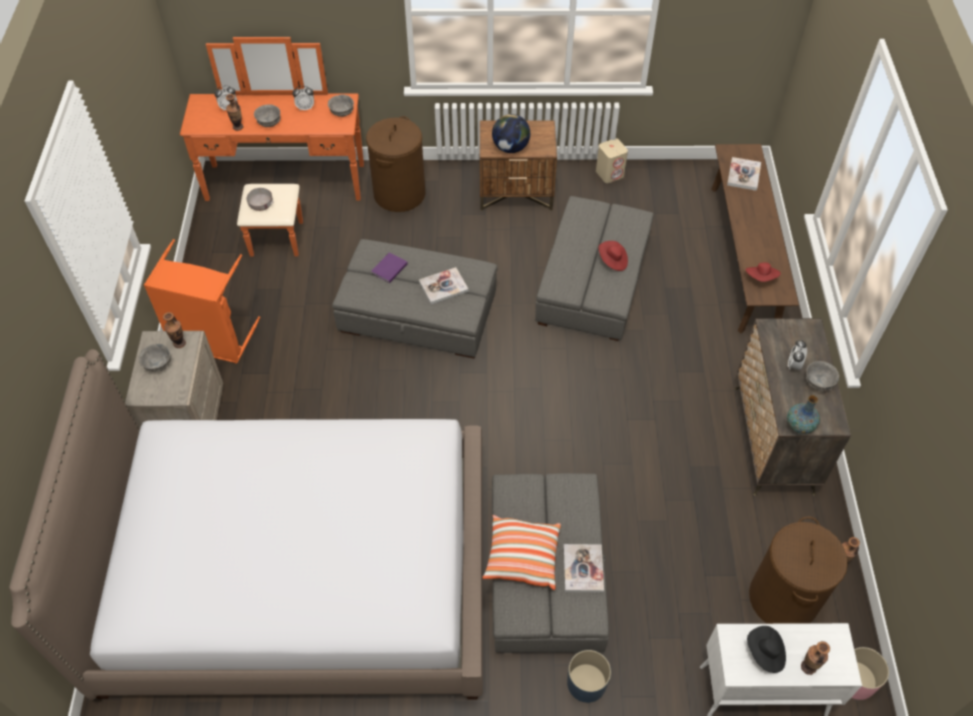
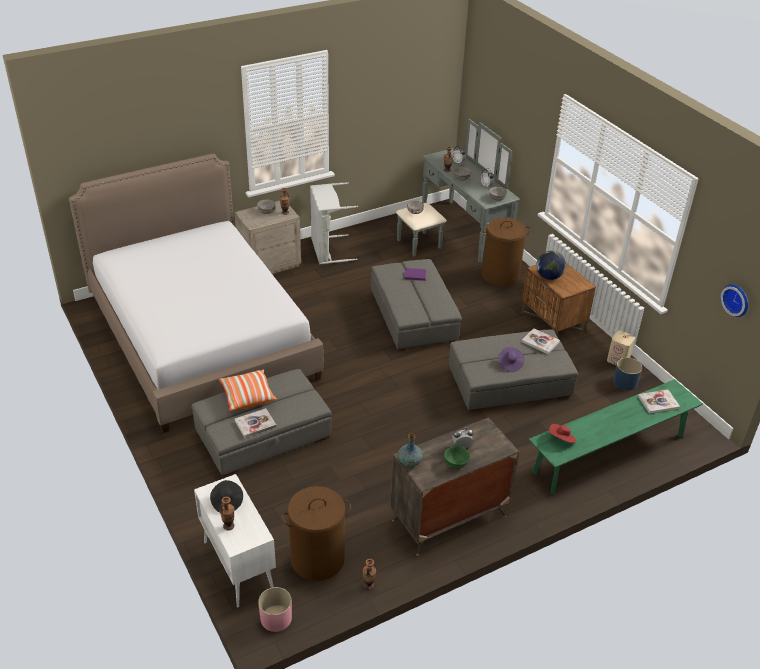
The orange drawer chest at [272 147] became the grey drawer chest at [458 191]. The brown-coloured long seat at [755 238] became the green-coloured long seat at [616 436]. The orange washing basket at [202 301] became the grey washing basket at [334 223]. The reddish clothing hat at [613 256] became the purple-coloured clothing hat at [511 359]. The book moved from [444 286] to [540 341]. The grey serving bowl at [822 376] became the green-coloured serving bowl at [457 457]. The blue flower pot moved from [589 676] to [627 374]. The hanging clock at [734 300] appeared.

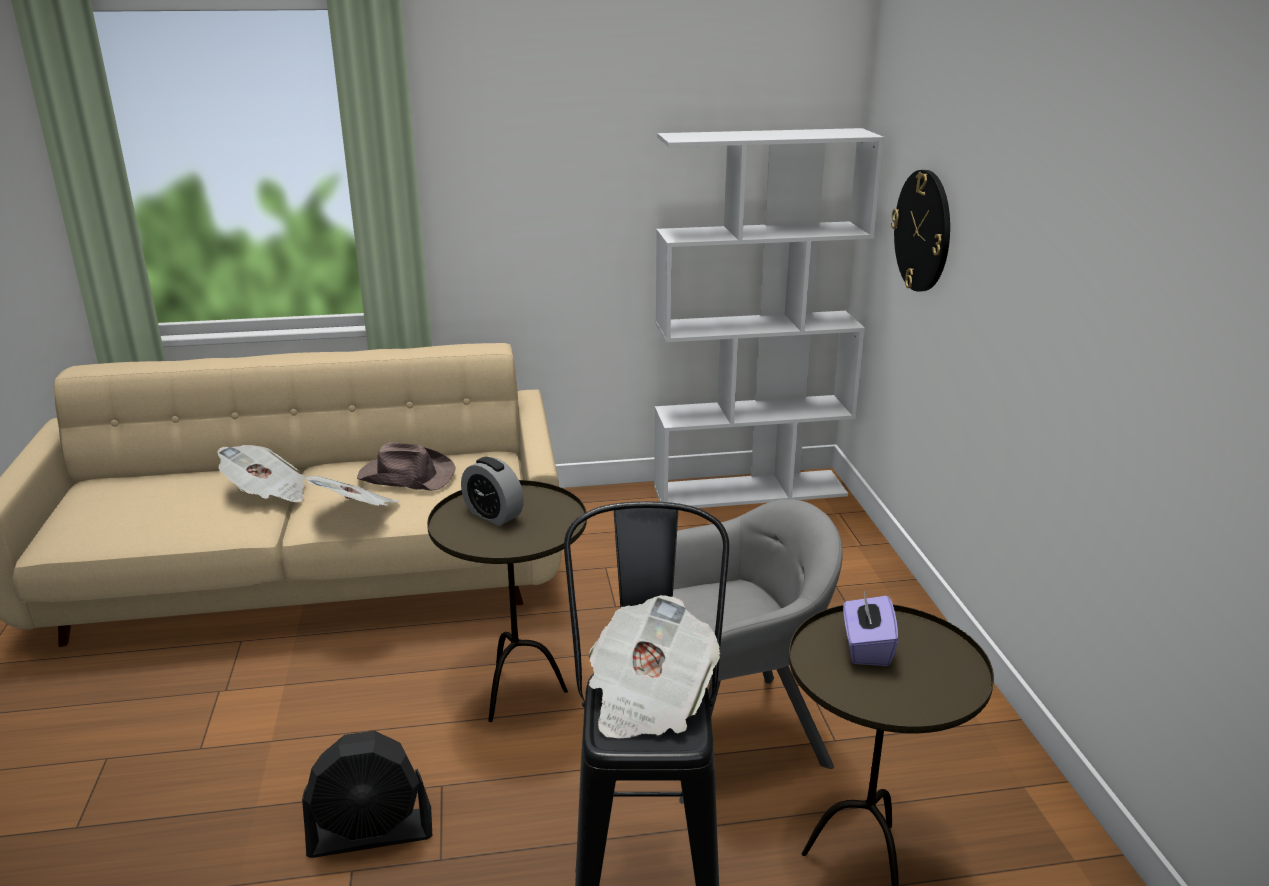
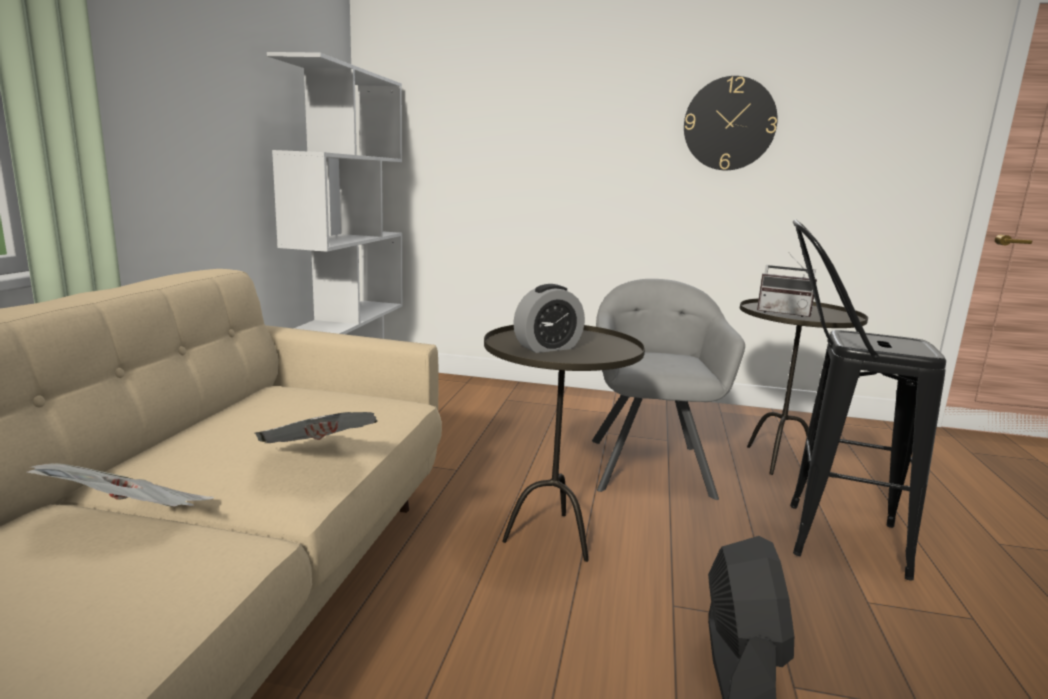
The hanging clock moved from [920 231] to [731 123]. The brown-coloured clothing hat at [406 466] disappeared. The purple-coloured tissue box at [870 628] was replaced by the radio set at [787 284]. The daily paper at [654 667] disappeared.

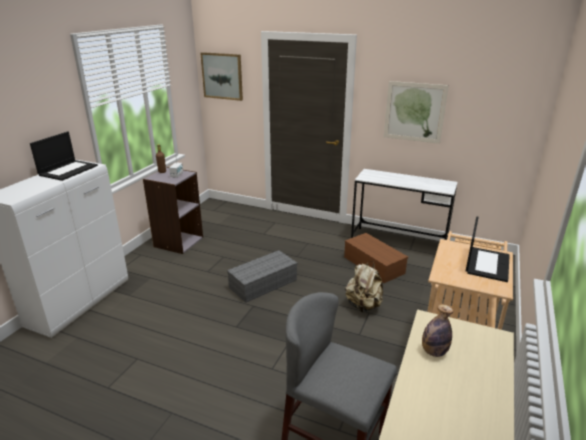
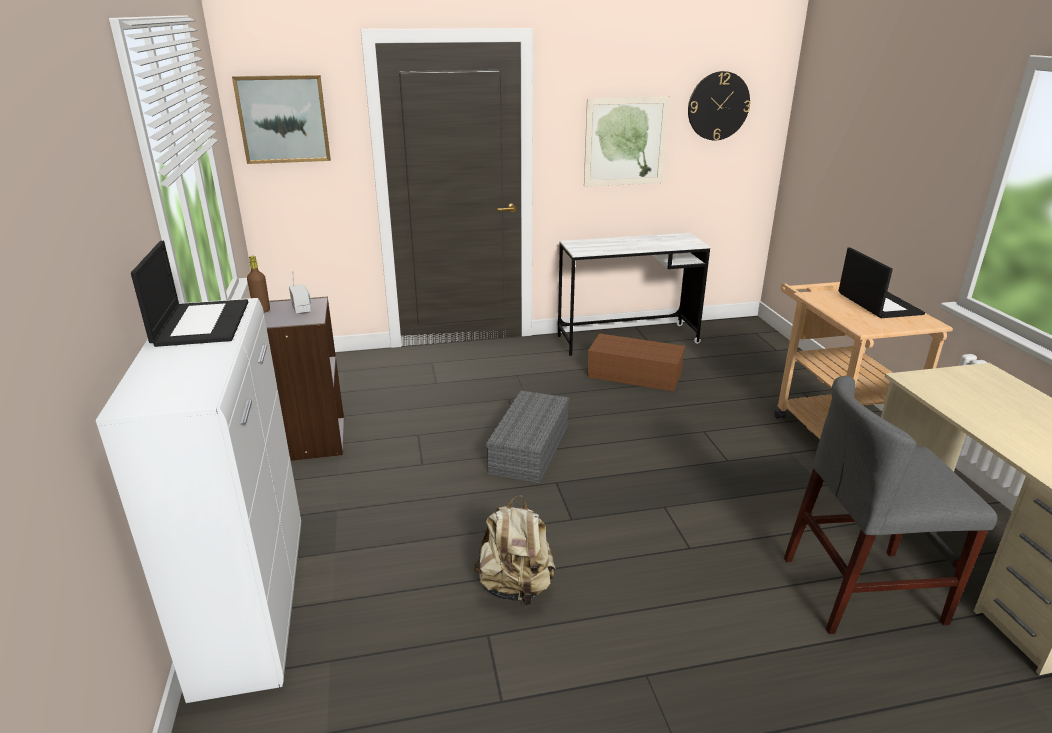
The beige backpack moved from [364 287] to [515 551]. The beverage bottle at [437 330] disappeared. The hanging clock at [719 105] appeared.

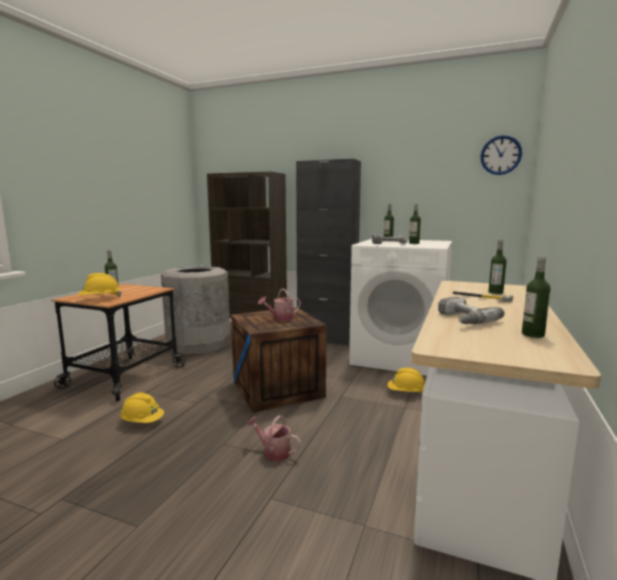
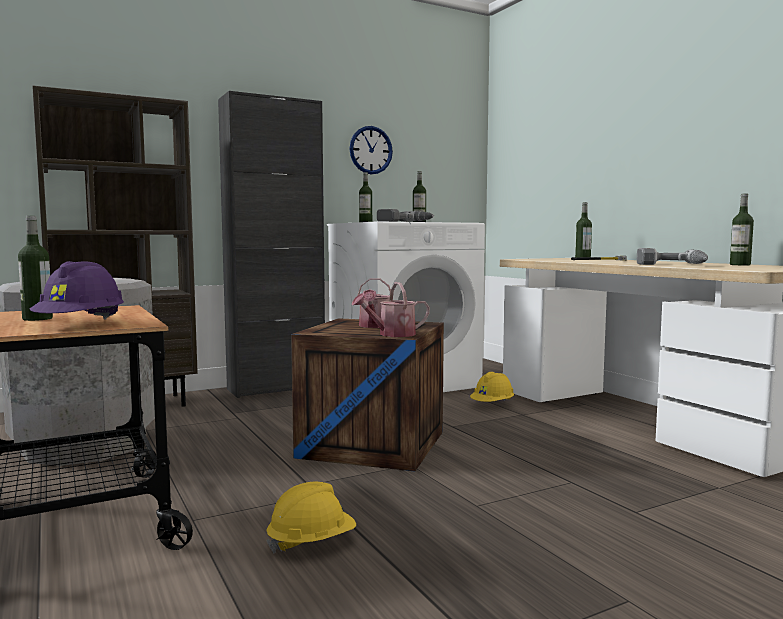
The hanging clock moved from [501 155] to [371 150]. The yellow hard hat at [100 285] became the purple-coloured hard hat at [77 290]. The watering can moved from [273 438] to [391 309].

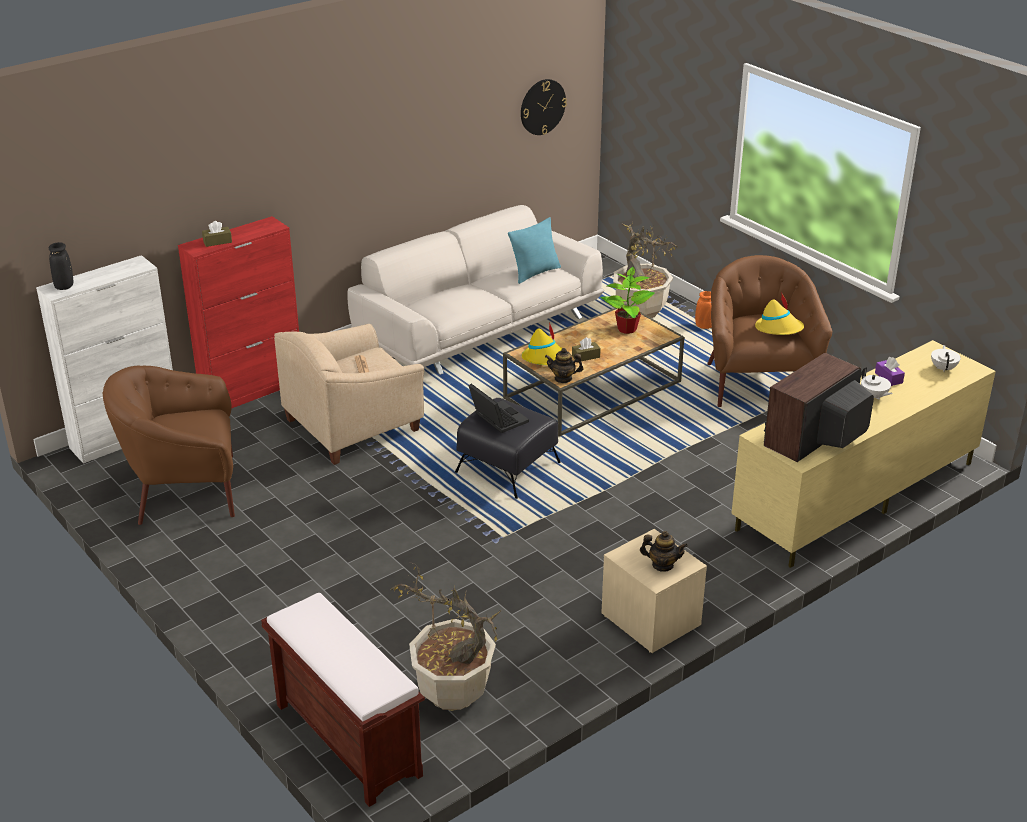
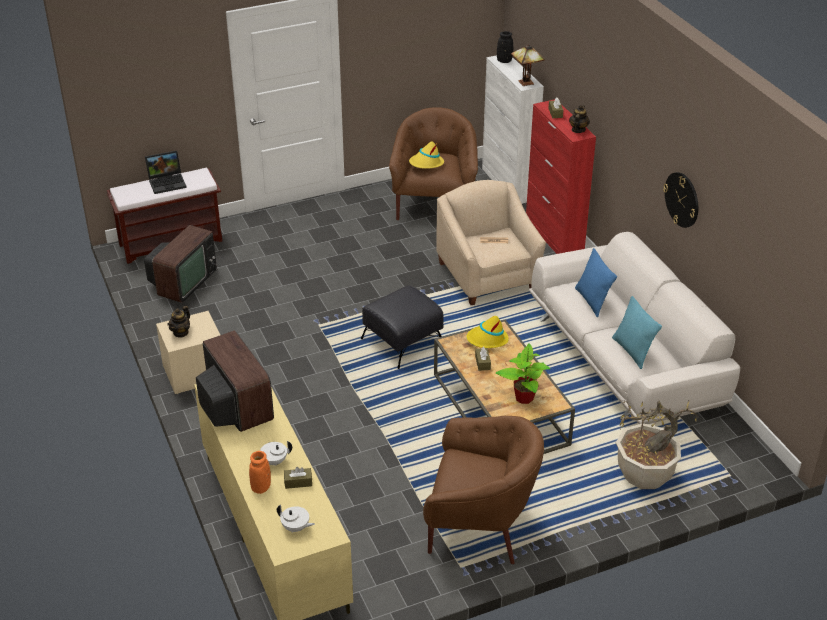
The hanging clock moved from [544 107] to [680 200]. The orange flower vase moved from [703 310] to [260 472]. The yellow clothing hat moved from [779 313] to [426 155]. The pot for tea moved from [564 365] to [579 119]. The purple-coloured tissue box at [890 371] became the brown-coloured tissue box at [298 478]. The laptop moved from [498 408] to [166 172]. The houseplant at [446 636] was replaced by the television at [180 264]. The tabletop lamp at [528 65] appeared. The blue throw pillow at [596 282] appeared.

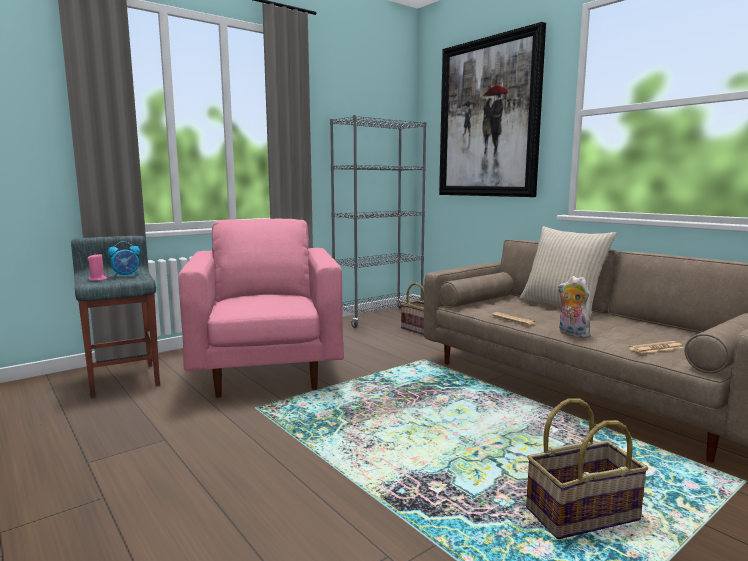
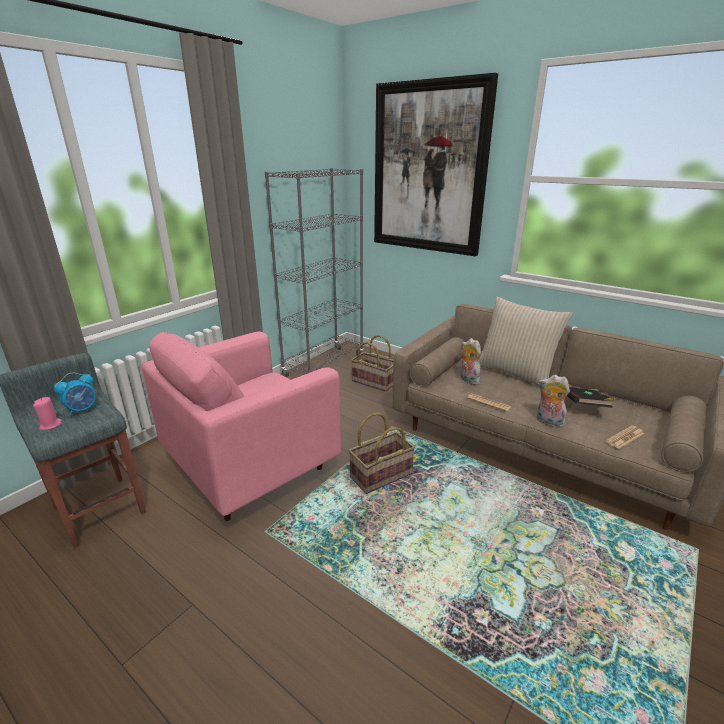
The pinkish armchair at [261 308] turned 105 degrees counterclockwise. The household basket moved from [587 468] to [382 453]. The soft toy at [470 361] appeared. The black book at [590 397] appeared.

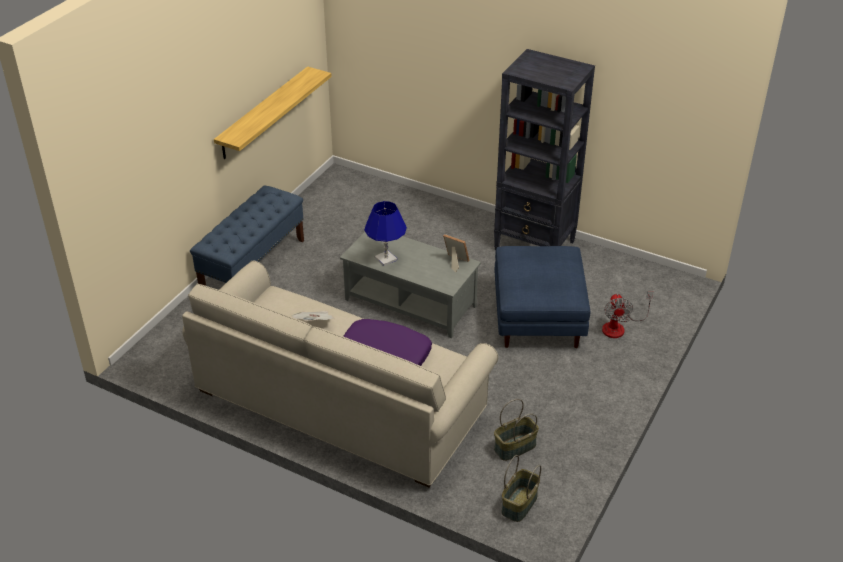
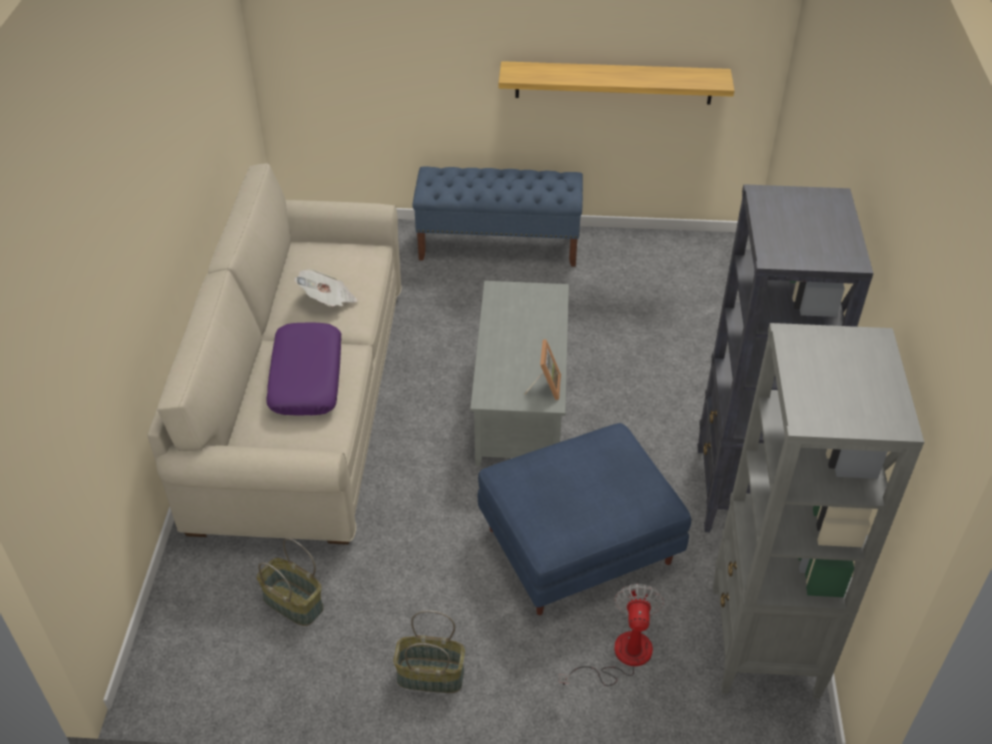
The blue tabletop lamp at [385 233] disappeared. The cooling fan at [627 315] turned 120 degrees clockwise. The household basket moved from [521 488] to [429 651]. The grey bookcase at [818 511] appeared.

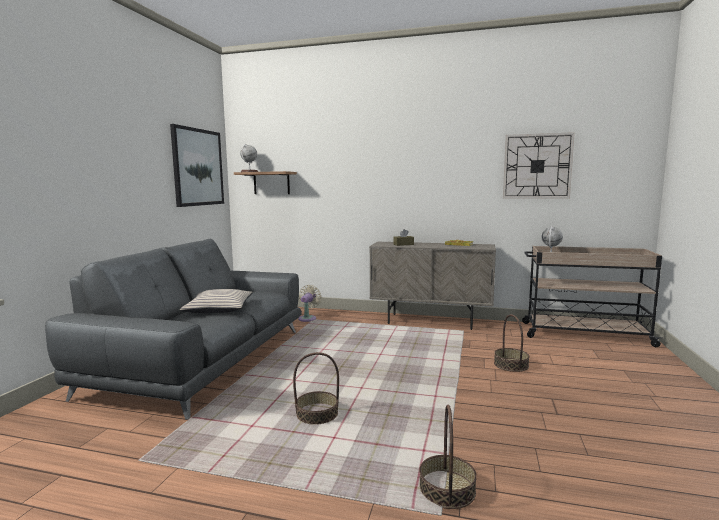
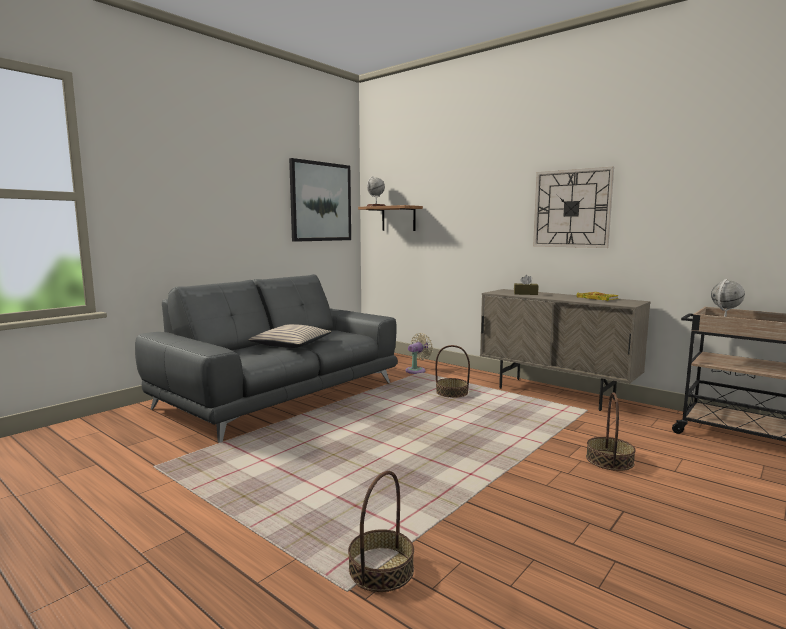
The hanging clock moved from [539 165] to [573 207]. The household basket moved from [316 388] to [452 371].

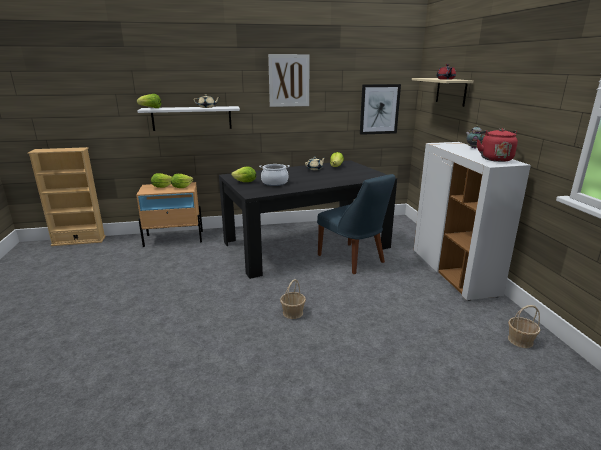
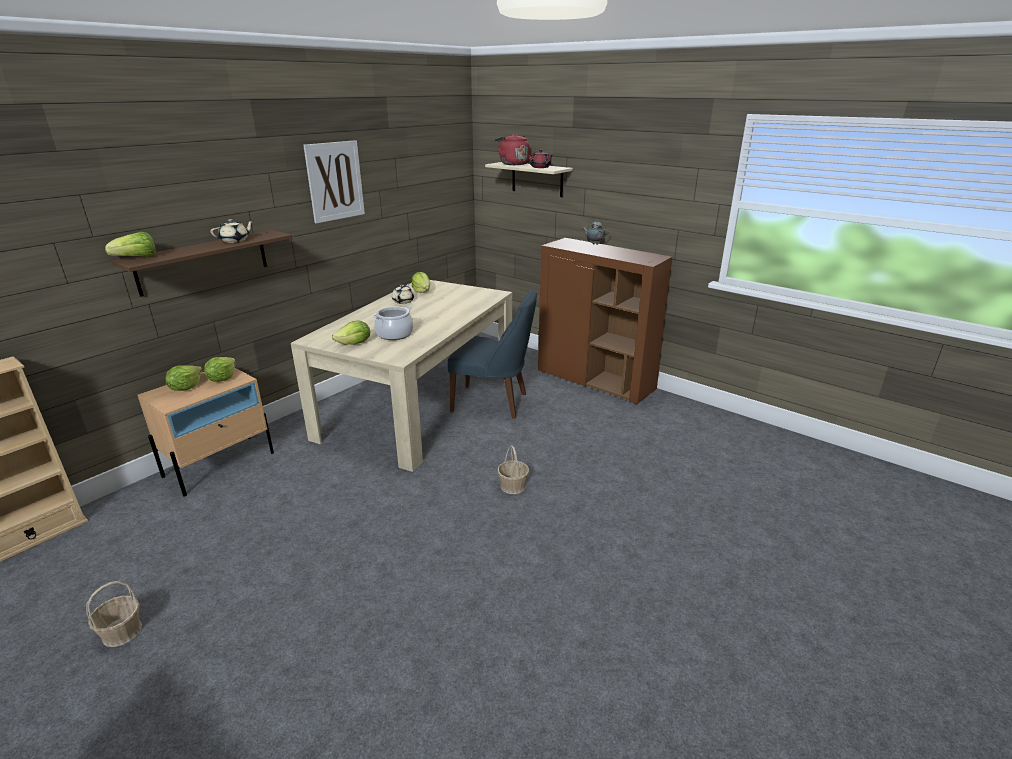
The wall picture at [380 109] disappeared. The white bracket shelf at [188 118] became the brown-coloured bracket shelf at [202 263]. The reddish water kettle moved from [497 145] to [512 149]. The white cabinet at [472 221] became the brown-coloured cabinet at [605 321]. The black dinner table at [308 219] became the beige dinner table at [401 376]. The household basket moved from [524 326] to [114 614].

